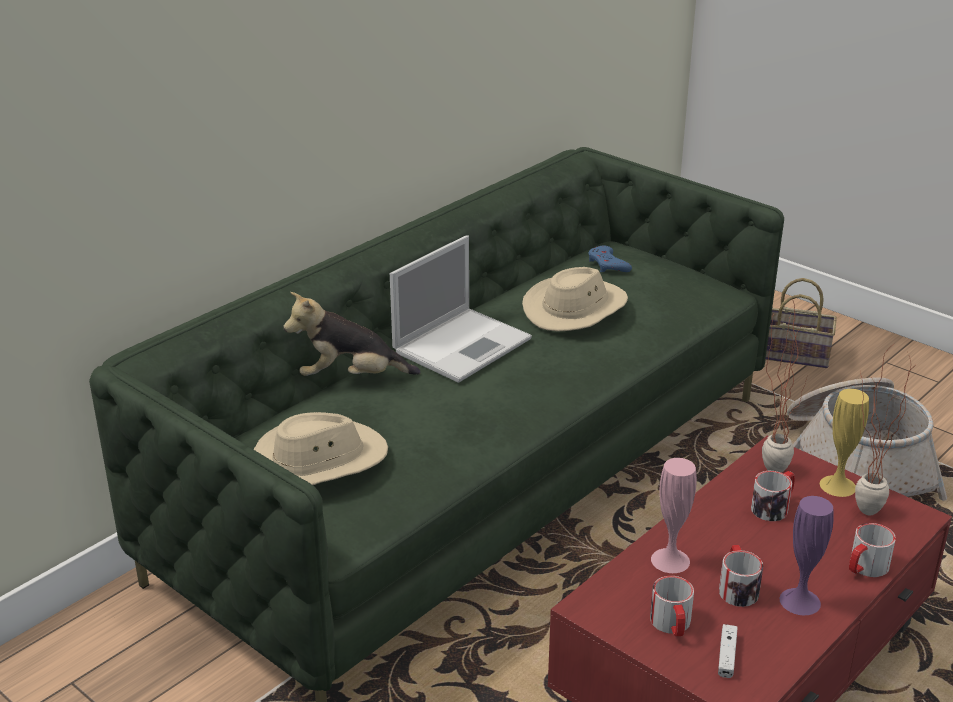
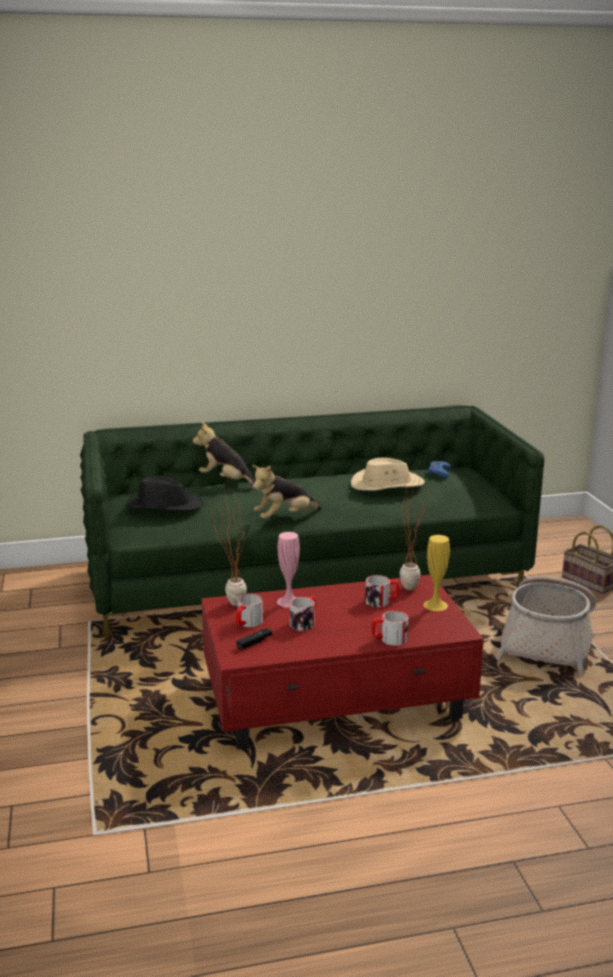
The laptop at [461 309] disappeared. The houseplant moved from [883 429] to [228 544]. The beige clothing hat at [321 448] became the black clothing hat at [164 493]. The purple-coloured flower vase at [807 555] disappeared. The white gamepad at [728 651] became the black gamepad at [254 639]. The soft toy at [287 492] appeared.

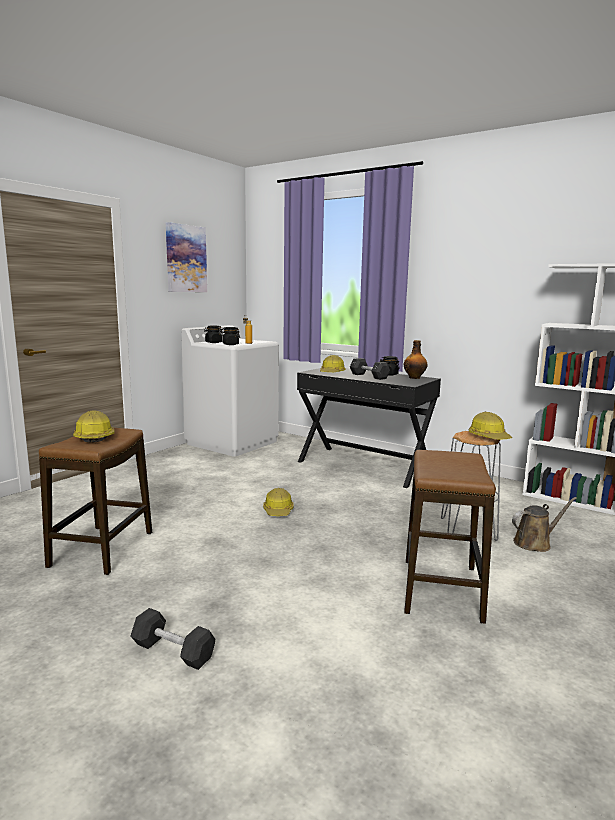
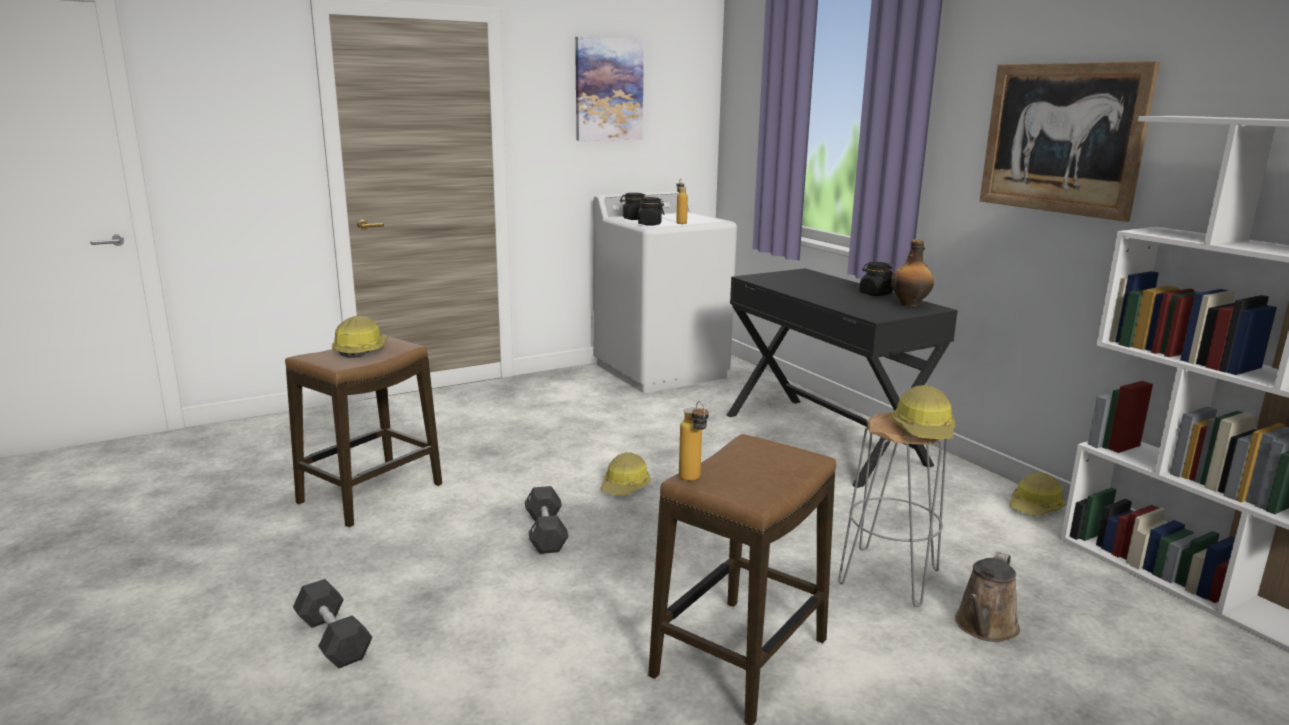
The hard hat moved from [333 363] to [1037 494]. The black hand weight moved from [370 369] to [547 520]. The brown-coloured watering can at [544 524] turned 120 degrees clockwise. The wall picture at [1070 141] appeared. The beverage bottle at [694 441] appeared.

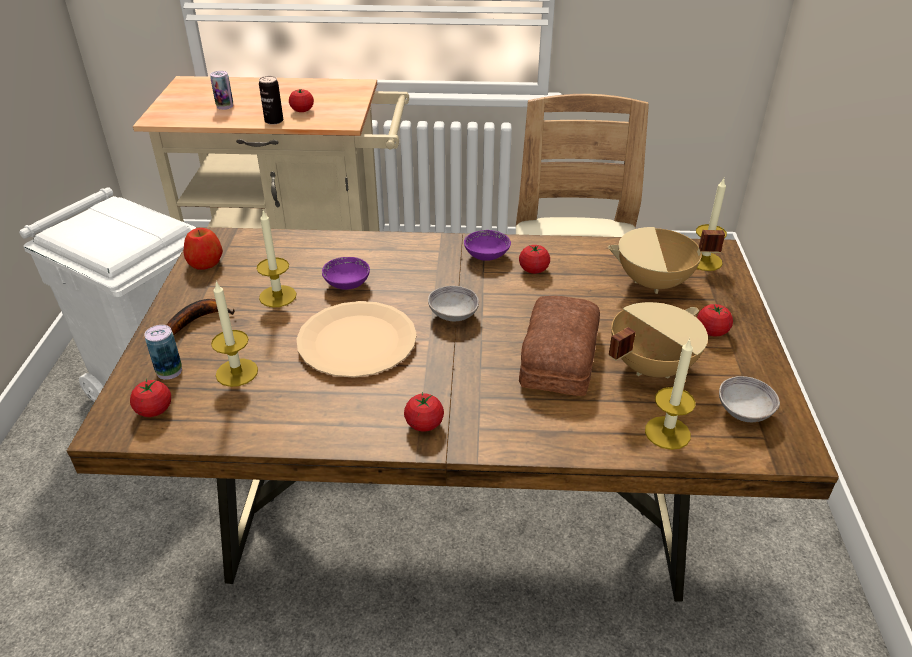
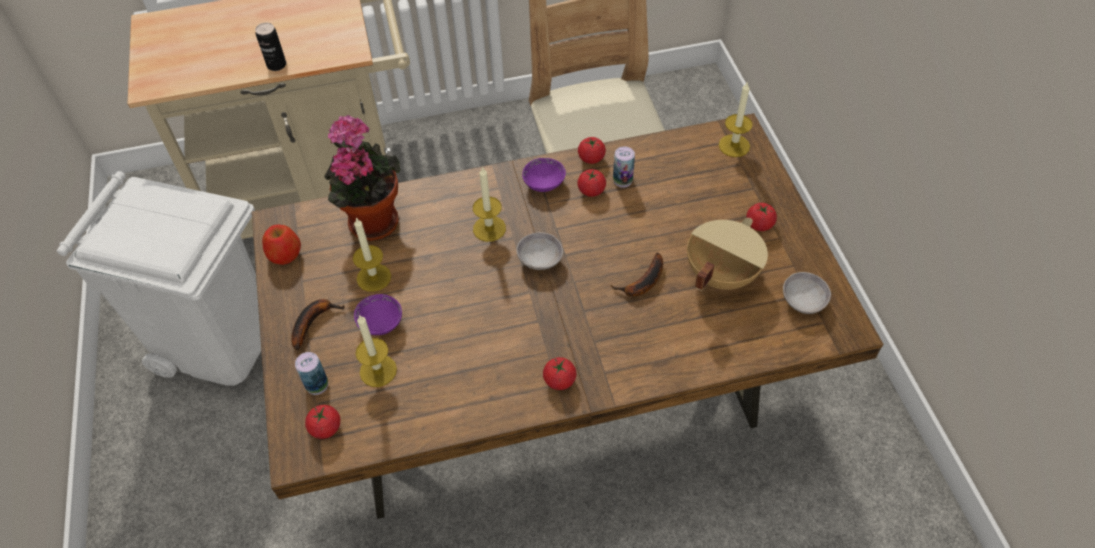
The metal can moved from [221 90] to [624 167]. The tomato moved from [301 100] to [592 150]. The beige cooking pot at [666 260] disappeared. The purple-coloured serving bowl moved from [346 273] to [378 314]. The baked bread at [559 346] was replaced by the whole banana at [637 275]. The beige flat dish at [357 339] disappeared. The wax light moved from [670 394] to [489 204]. The houseplant at [362 177] appeared.

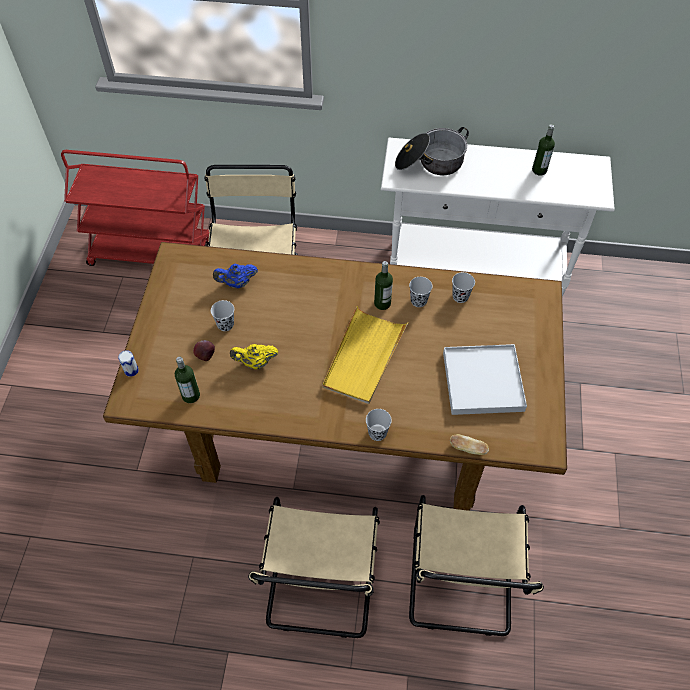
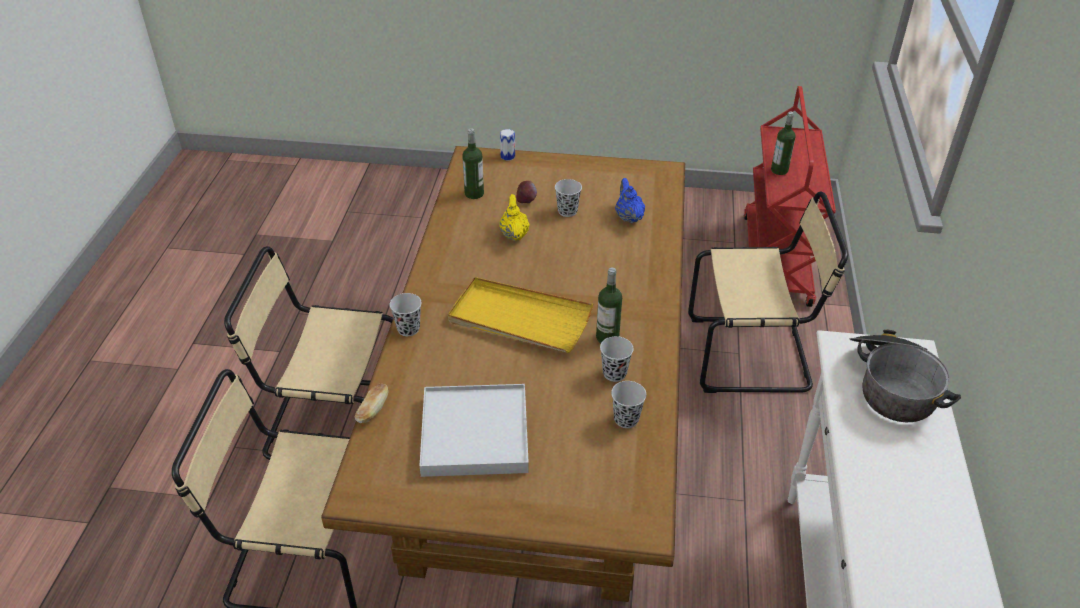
The beverage bottle moved from [543 150] to [783 143].

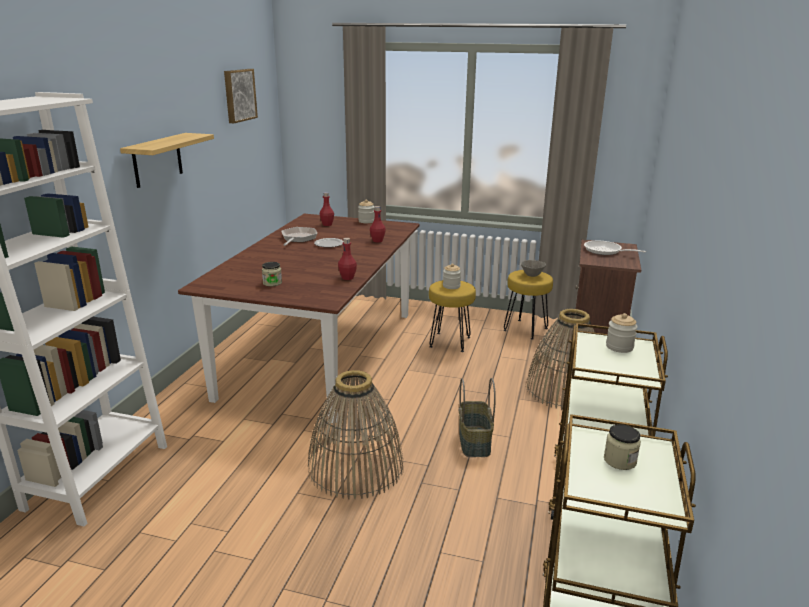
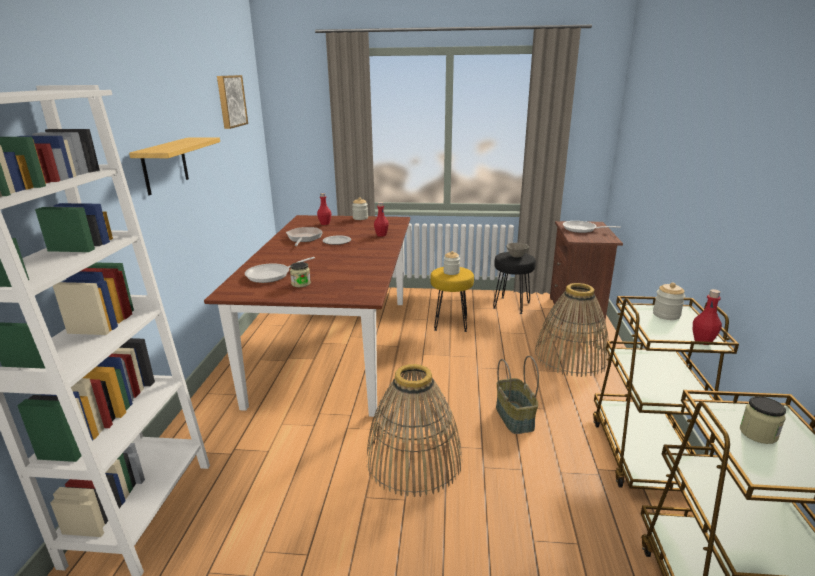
The reddish beverage bottle moved from [347 259] to [707 317]. The yellow sitting stool at [528 305] became the black sitting stool at [514 283]. The frying pan at [280 270] appeared.

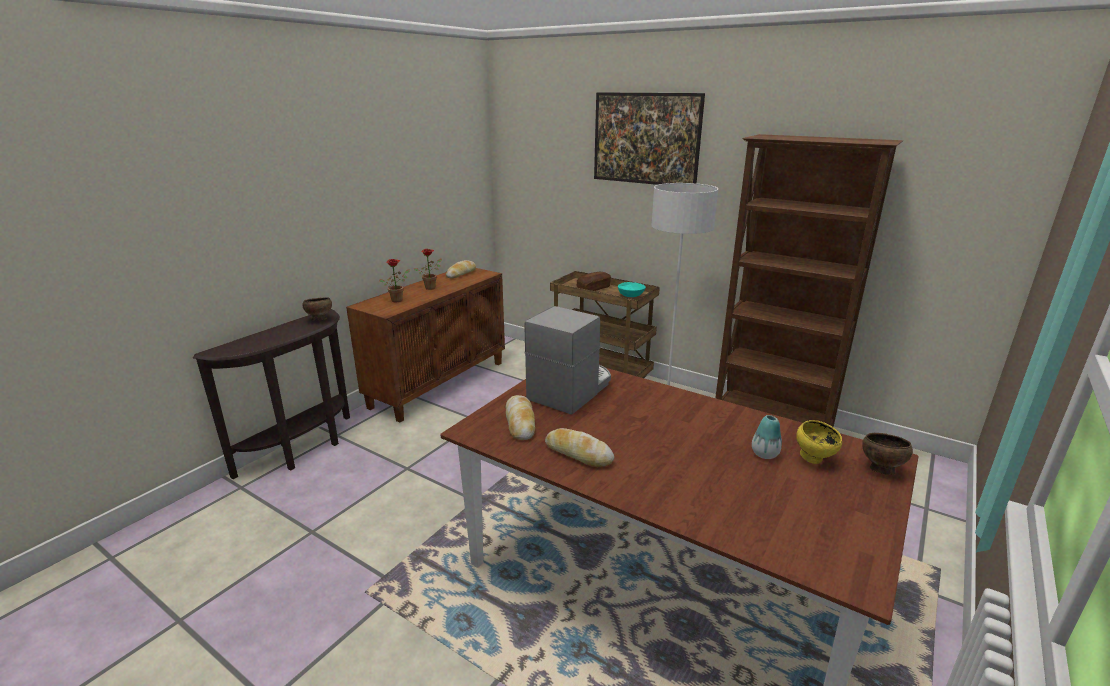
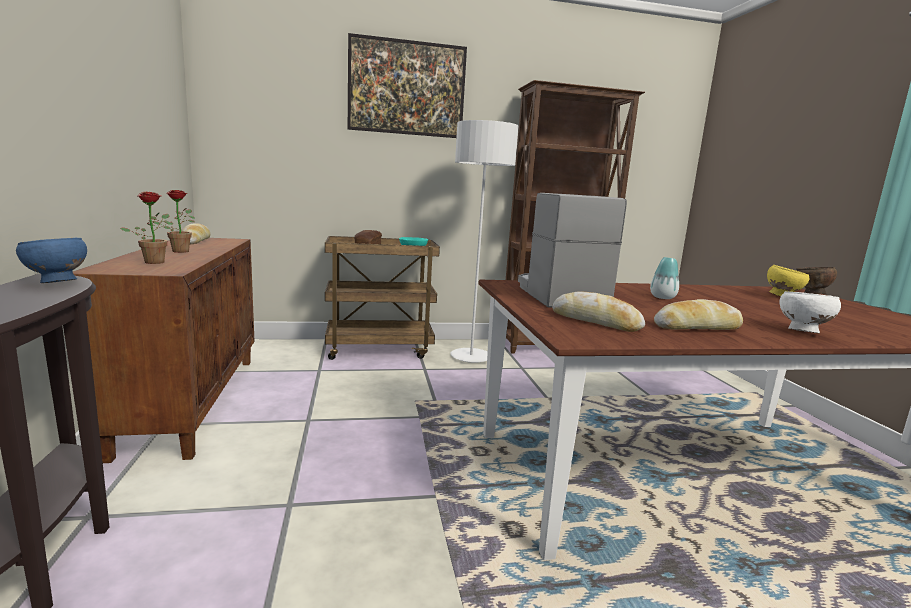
The brown-coloured serving bowl at [317 309] became the blue serving bowl at [51 260]. The flower vase moved from [767 437] to [664 278]. The white serving bowl at [810 312] appeared.

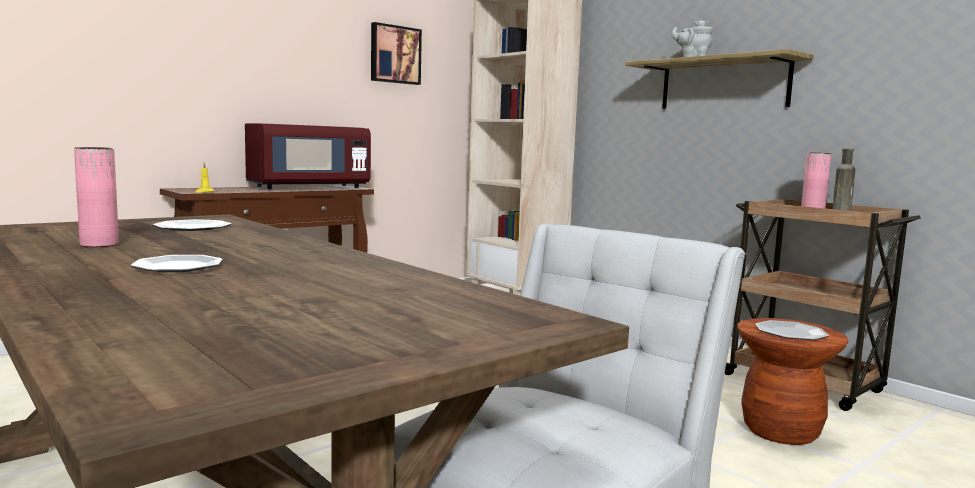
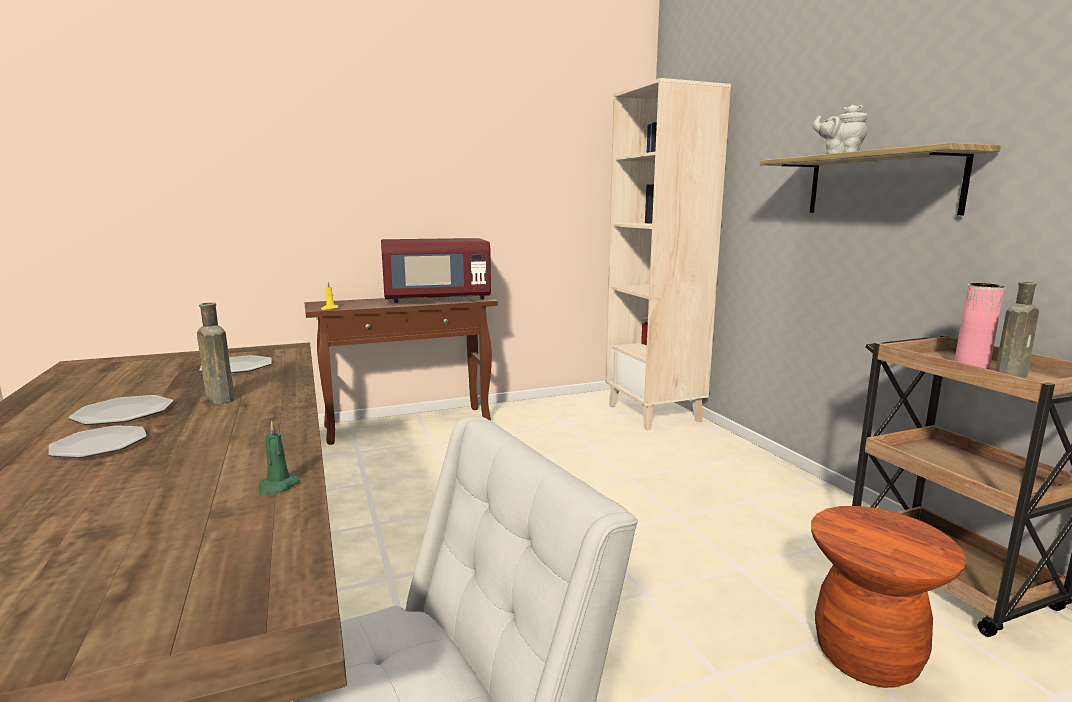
The wall picture at [396 53] disappeared. The pinkish flower vase at [96 197] disappeared. The flat dish moved from [792 330] to [120 410]. The brown-coloured beverage bottle at [216 353] appeared. The green-coloured wax light at [279 459] appeared.

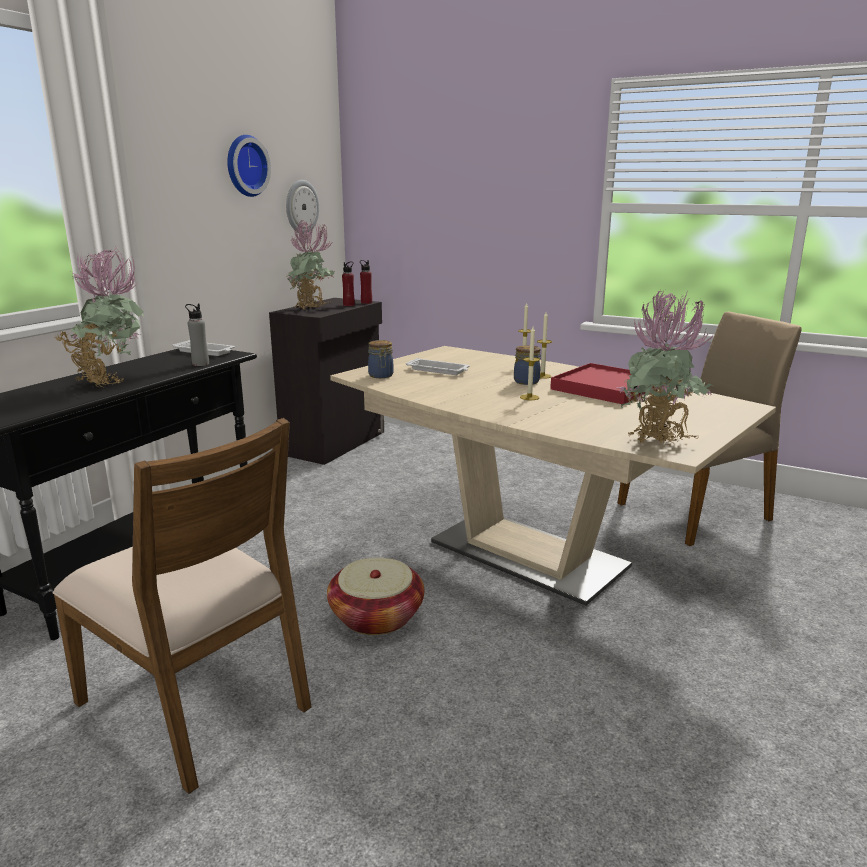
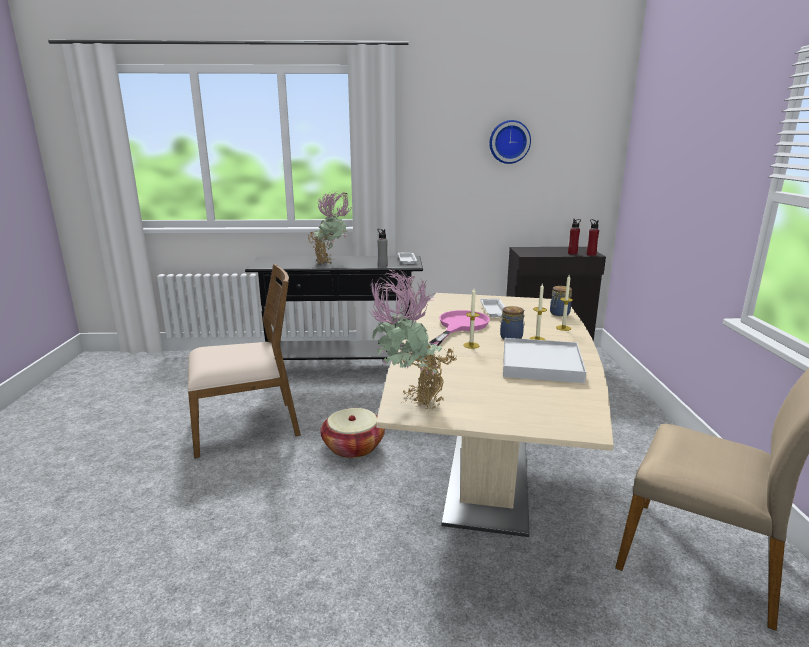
The hanging clock at [302 207] disappeared. The houseplant at [311 264] disappeared. The jar moved from [380 359] to [561 301]. The reddish tray at [598 383] became the white tray at [544 360]. The brown-coloured upright chair at [182 606] turned 120 degrees counterclockwise. The pinkish frying pan at [459 328] appeared.

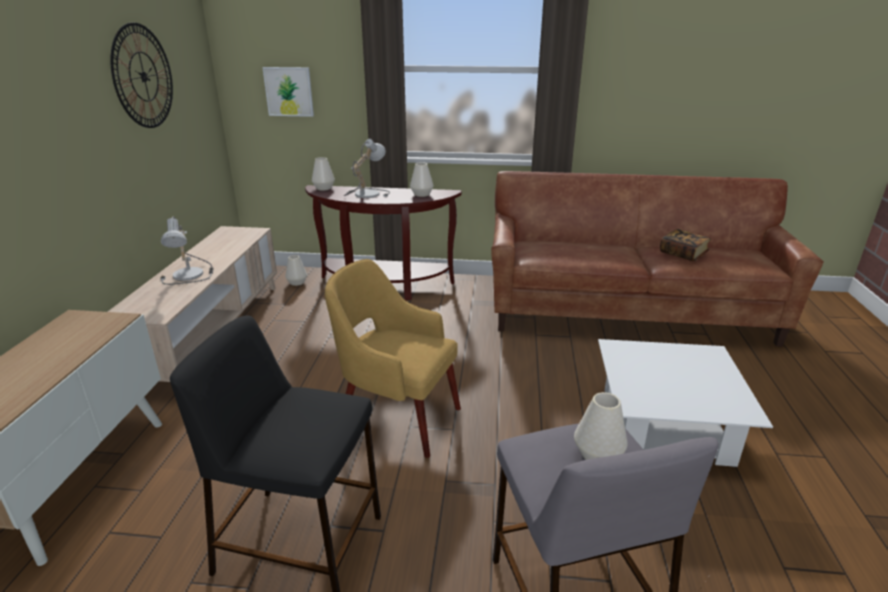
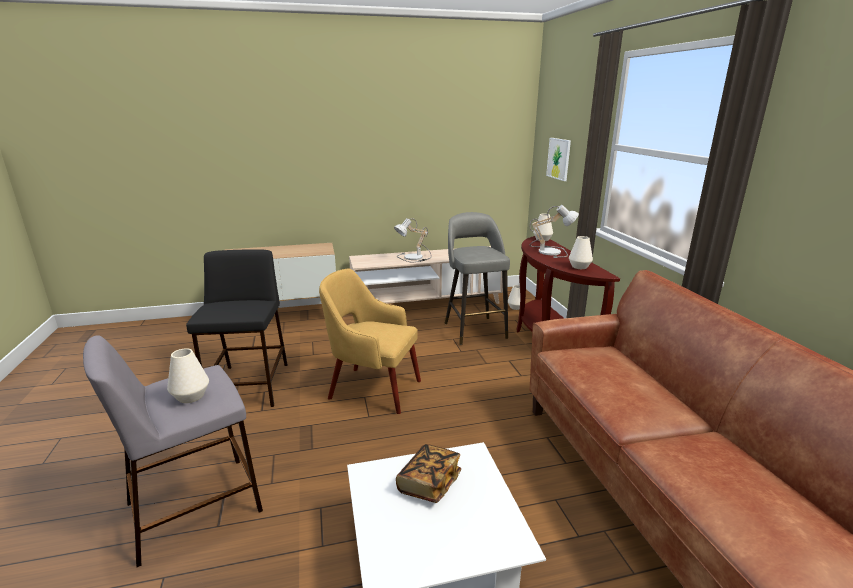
The hanging clock at [141 75] disappeared. The book moved from [685 245] to [428 473]. The yellow armchair at [393 358] turned 75 degrees counterclockwise. The grey sitting stool at [477 278] appeared.

